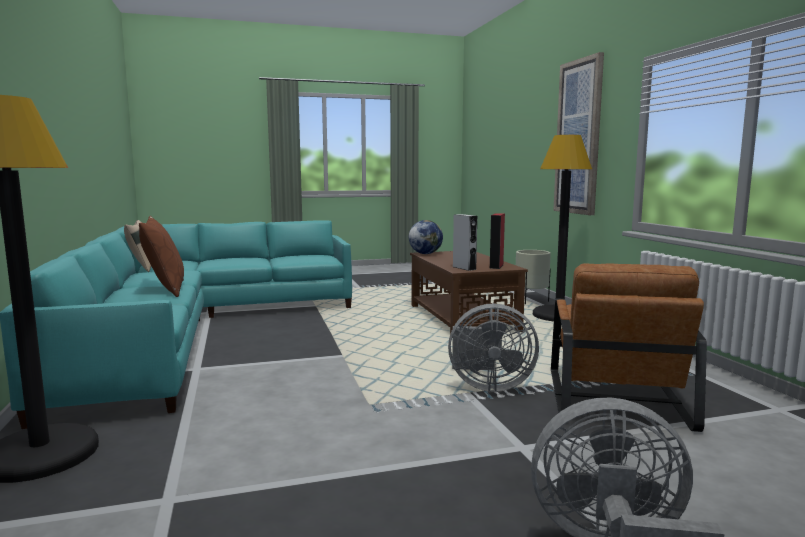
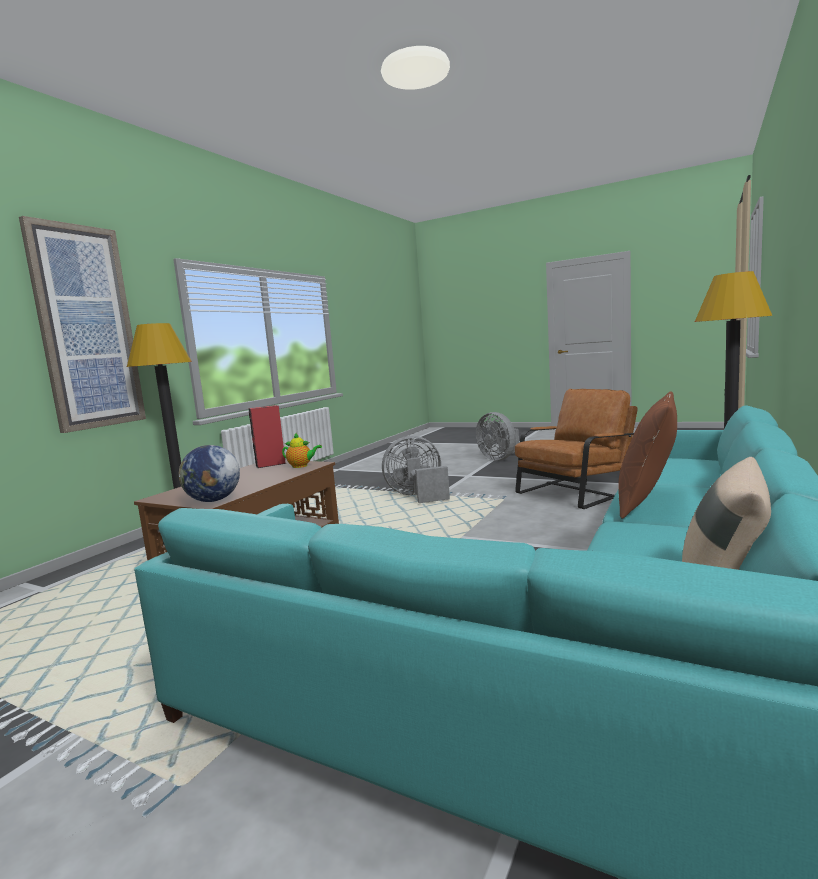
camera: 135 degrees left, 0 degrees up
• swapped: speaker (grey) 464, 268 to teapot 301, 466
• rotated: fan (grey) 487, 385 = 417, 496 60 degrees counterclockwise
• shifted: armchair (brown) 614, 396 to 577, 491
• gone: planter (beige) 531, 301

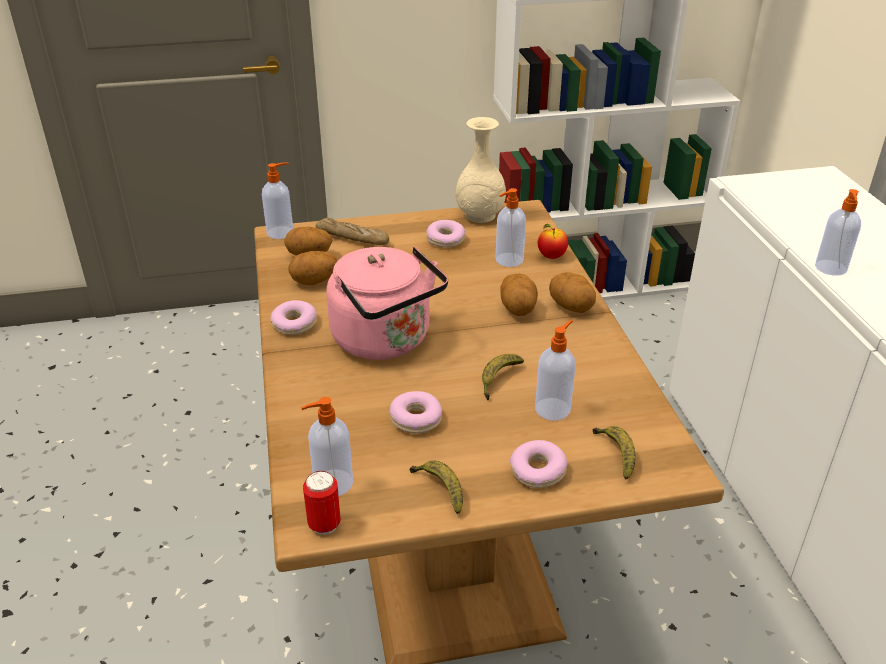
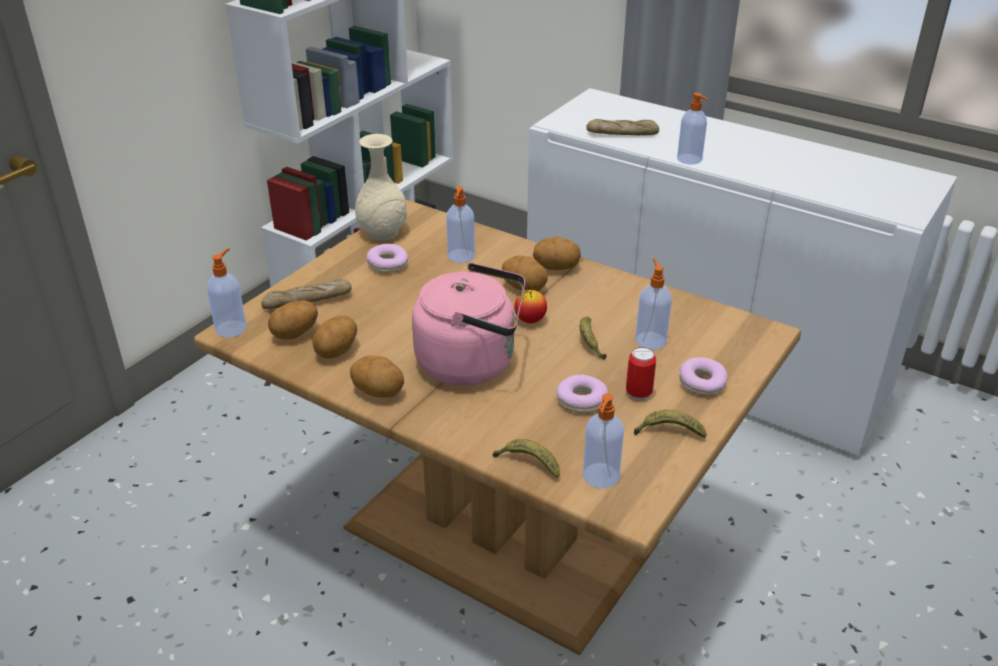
camera: 45 degrees left, 0 degrees up
• swapped: donut 294, 324 to potato 379, 392
• shifted: banana 616, 455 to 528, 463
• shifted: apple 551, 256 to 530, 320
• new: bread 622, 133
• shifted: can 324, 524 to 638, 393

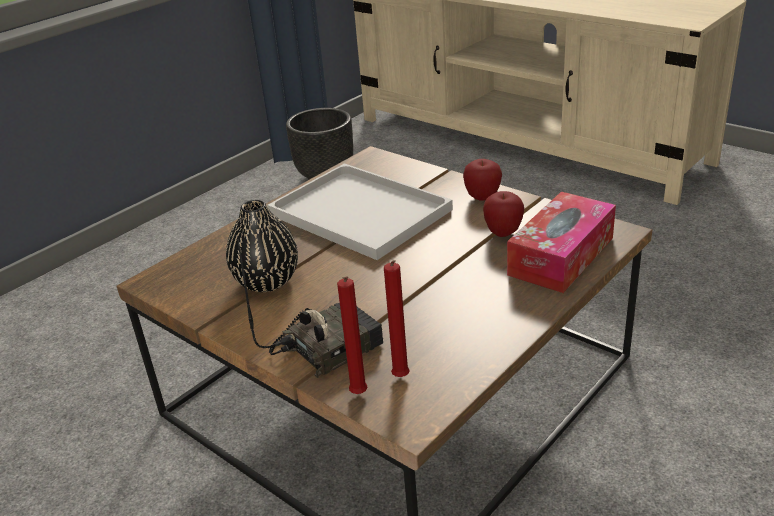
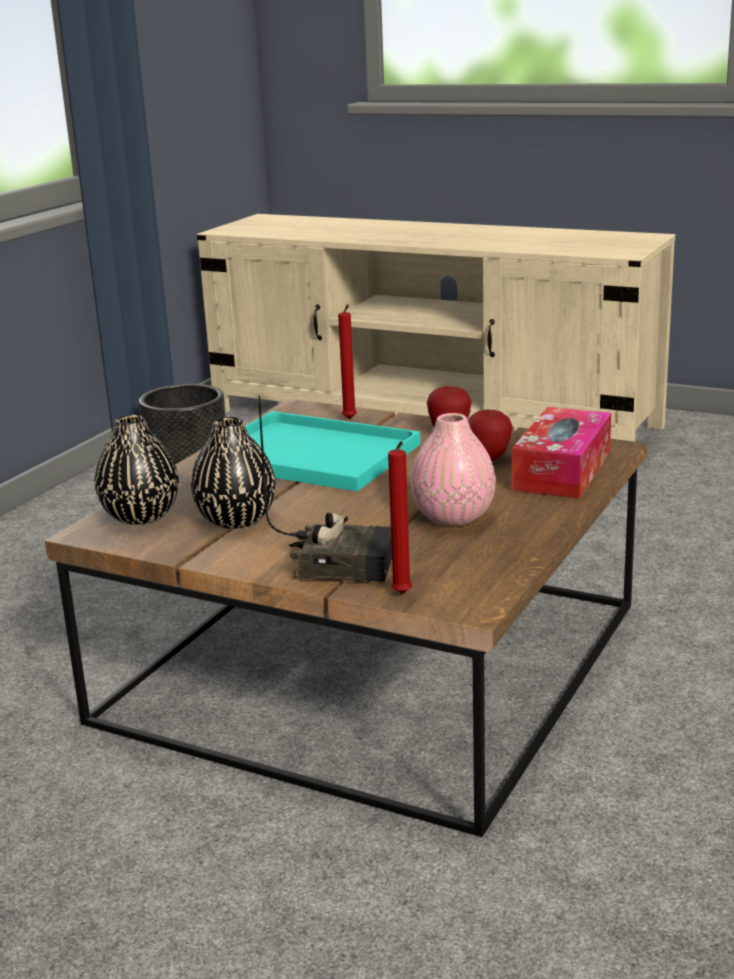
camera: 15 degrees left, 10 degrees down
• new: vase (black) 141, 516
• repainted: tray (white) 356, 212 to tray (turquoise) 307, 455
• rotated: radio 326, 346 = 342, 563 60 degrees clockwise
• shifted: candle (red) 401, 379 to 350, 420
• new: vase (pink) 453, 517

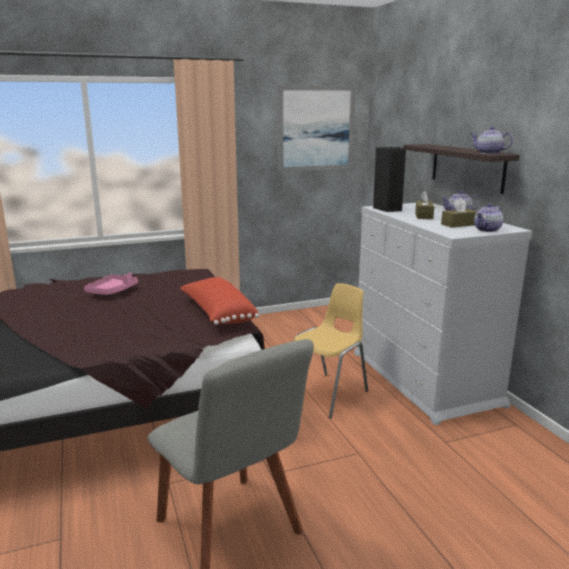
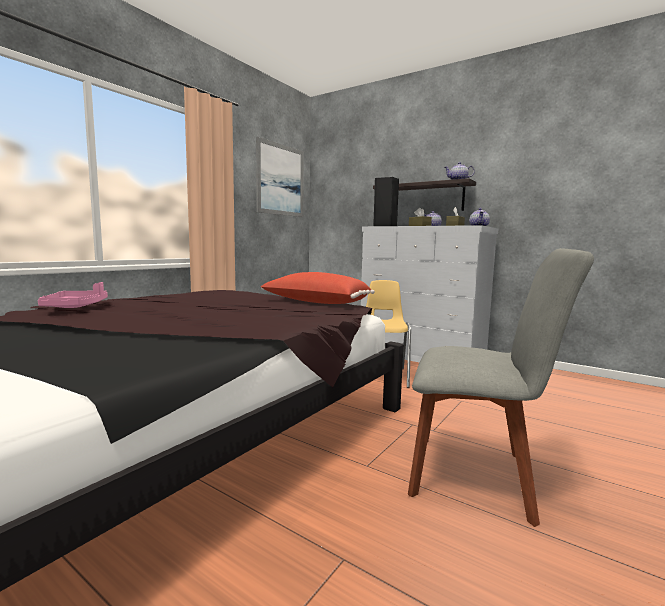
camera: 35 degrees left, 10 degrees down
• shifted: tray (pink) 112, 291 to 76, 307

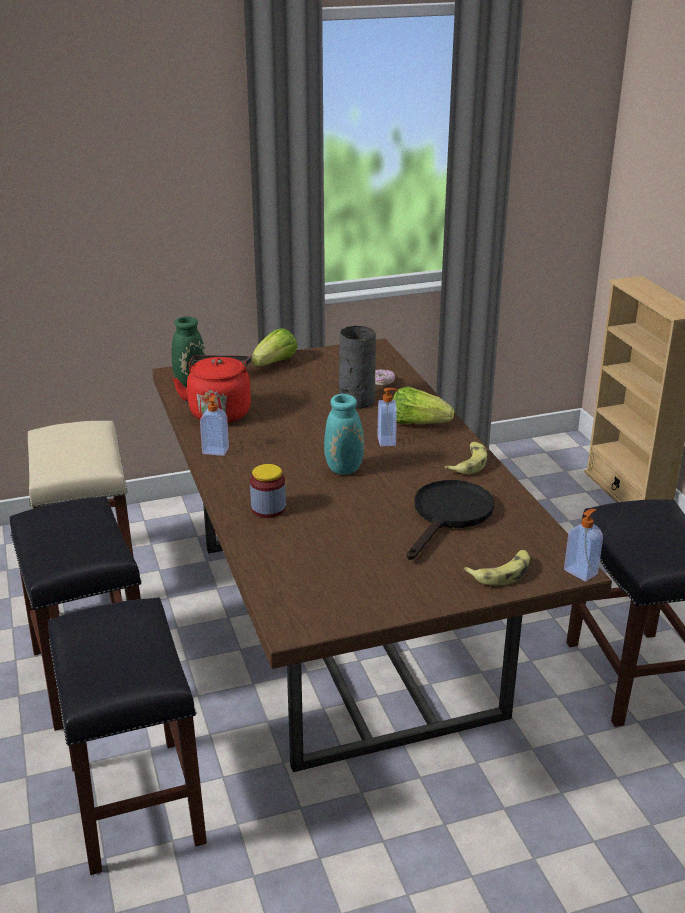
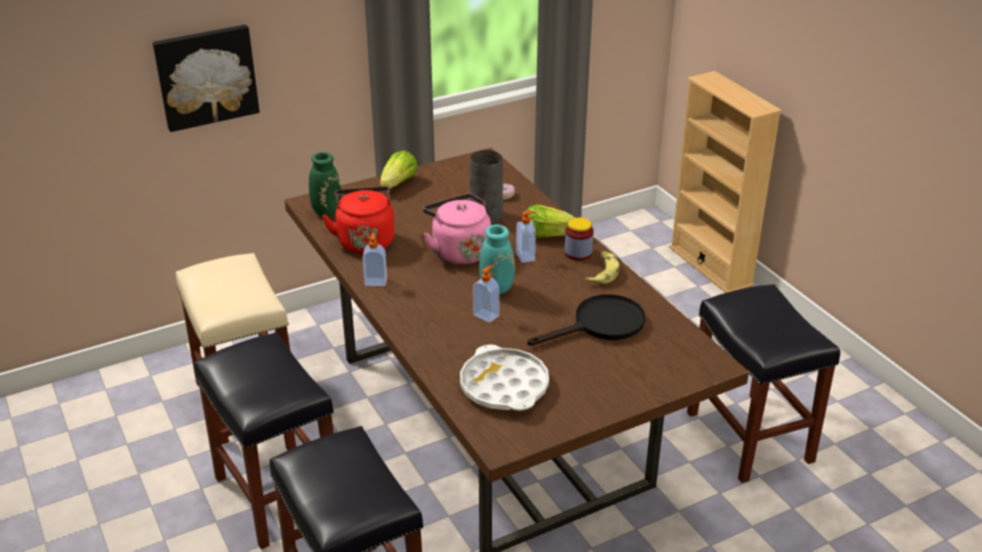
camera: 10 degrees left, 5 degrees up
• new: picture 206, 76
• new: kettle (pink) 459, 251
• new: tray (white) 504, 386
• shifted: soap dispenser 581, 572 to 486, 315
• rotated: frying pan (black) 449, 515 = 600, 325 45 degrees clockwise
• shifted: jar 268, 509 to 578, 253
• gone: banana 501, 573

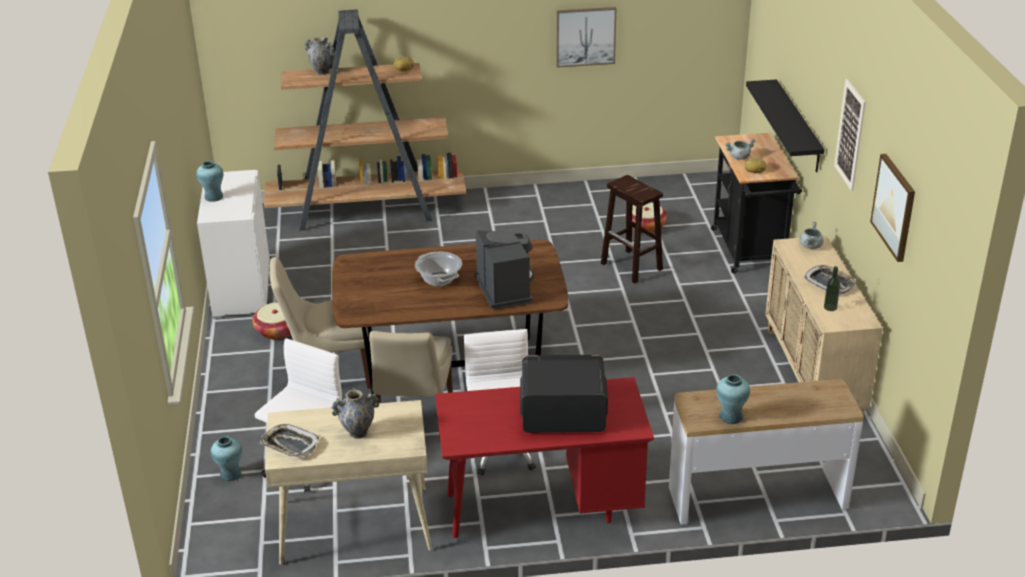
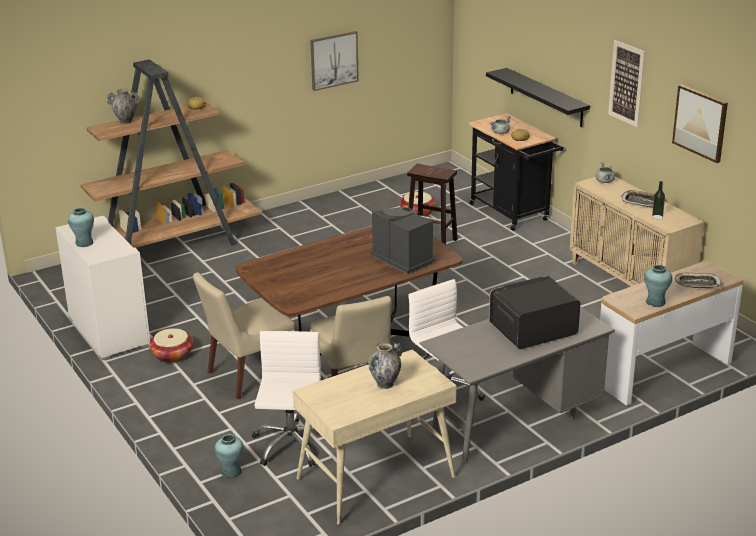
camera: 25 degrees left, 5 degrees down
• repainted: desk (red) 542, 507 to desk (grey) 513, 423
• shifted: tray 289, 444 to 697, 284
• gone: cooking pot 439, 279

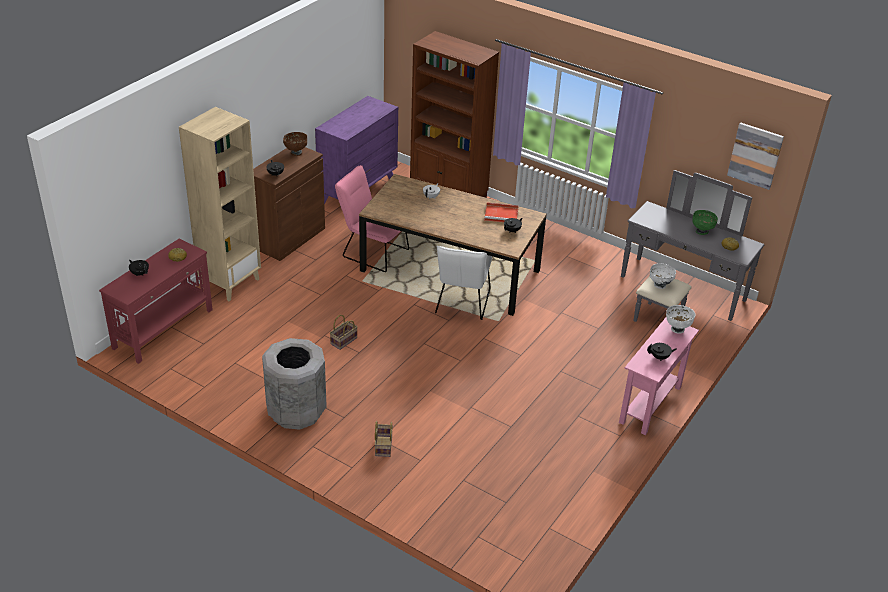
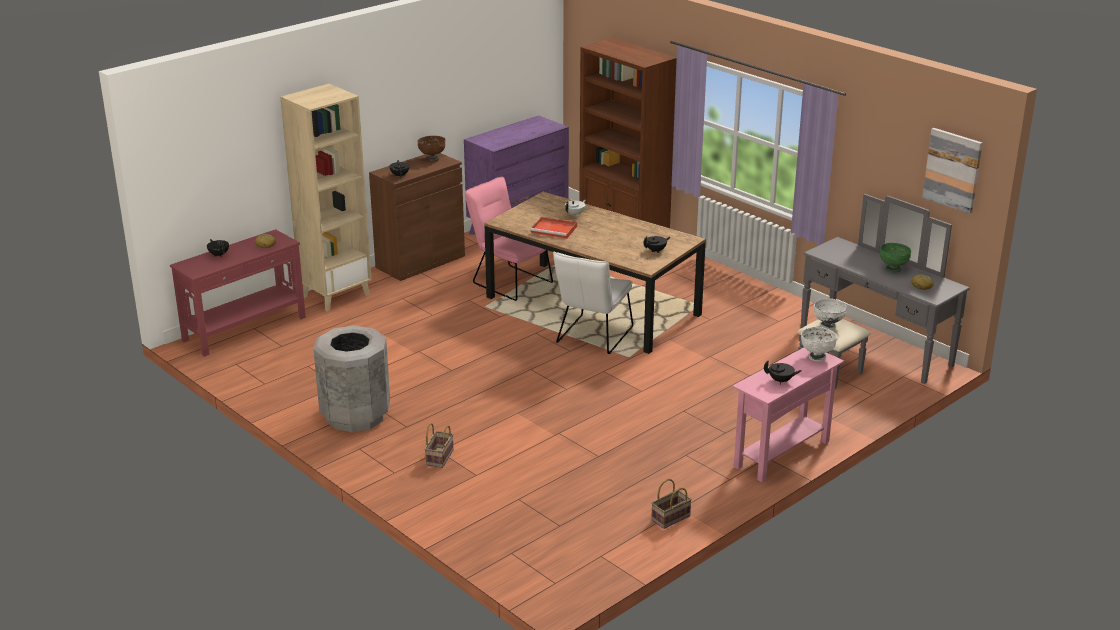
camera: 15 degrees right, 10 degrees down
• shifted: tray (red) 502, 214 to 555, 230
• shifted: basket 343, 341 to 670, 519

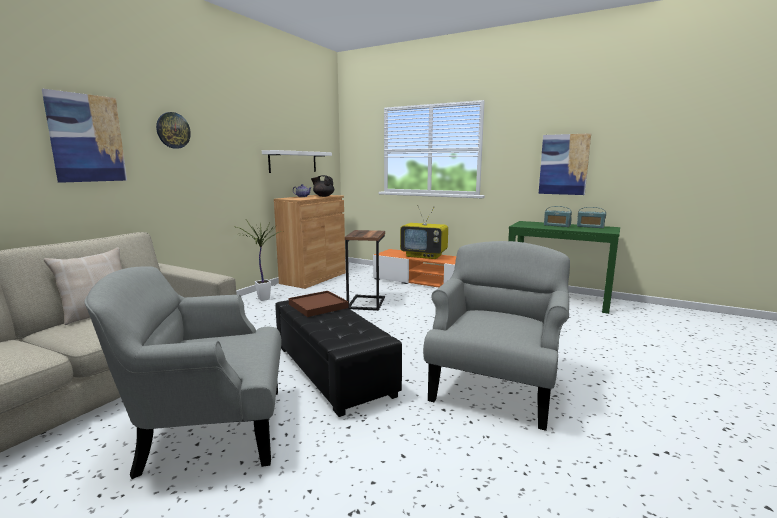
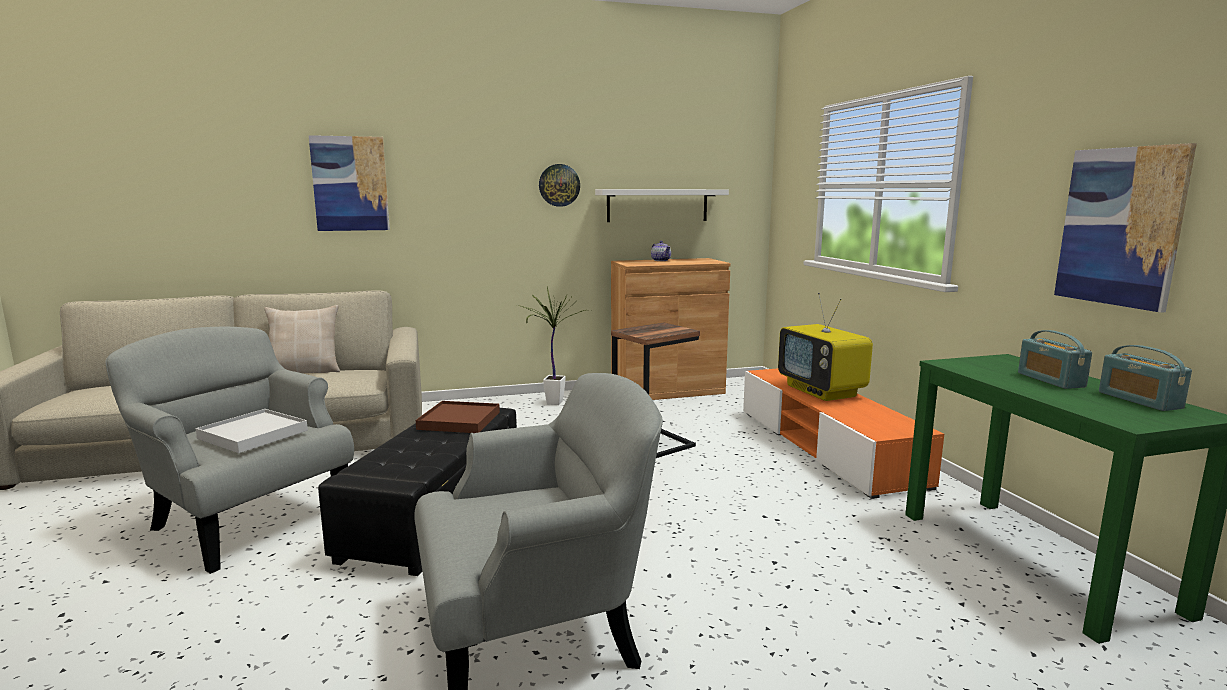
camera: 45 degrees right, 0 degrees up
• new: tray (white) 253, 434
• shifted: wall clock 173, 130 to 559, 185
• gone: teapot (black) 323, 196

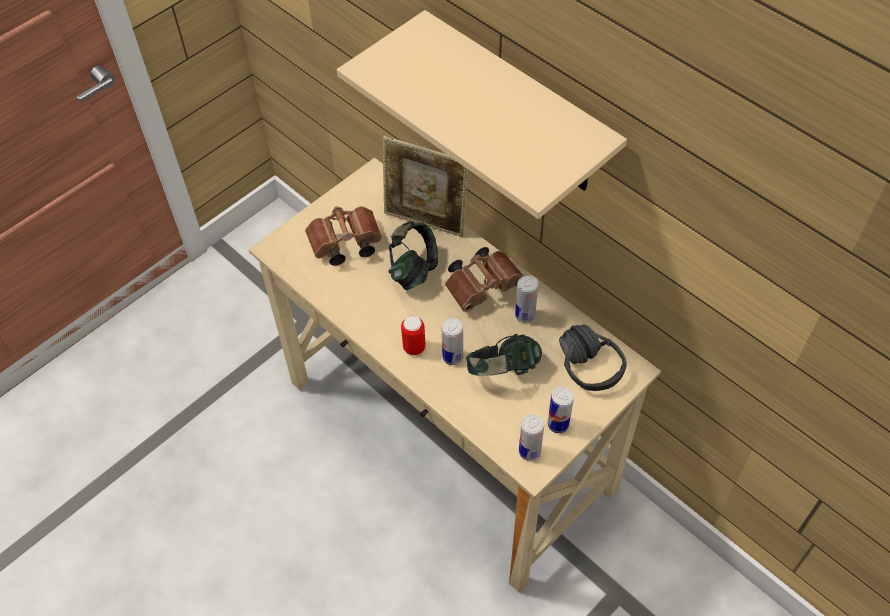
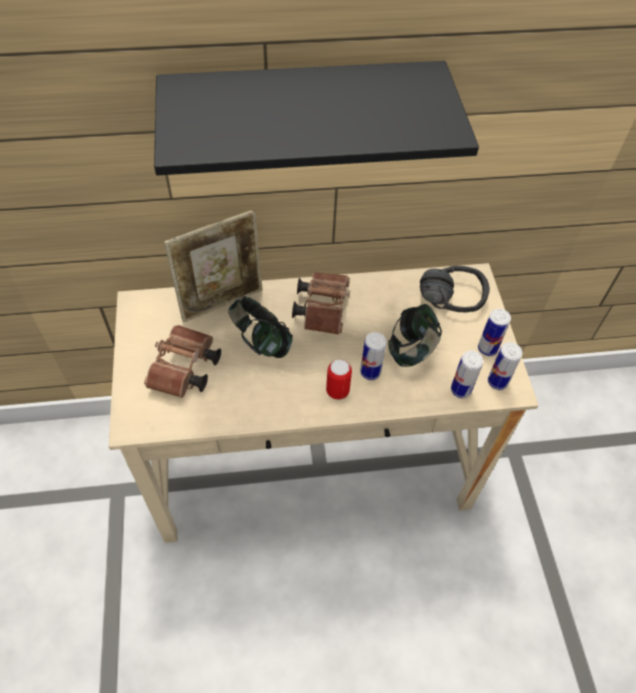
camera: 55 degrees left, 0 degrees up
• repainted: shelf (beige) 518, 107 to shelf (black) 303, 113
• shifted: can 525, 315 to 460, 390

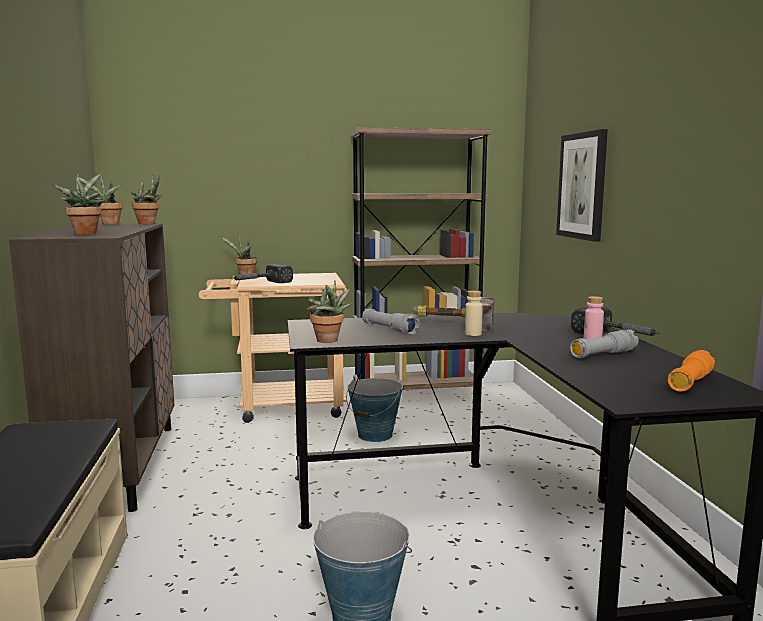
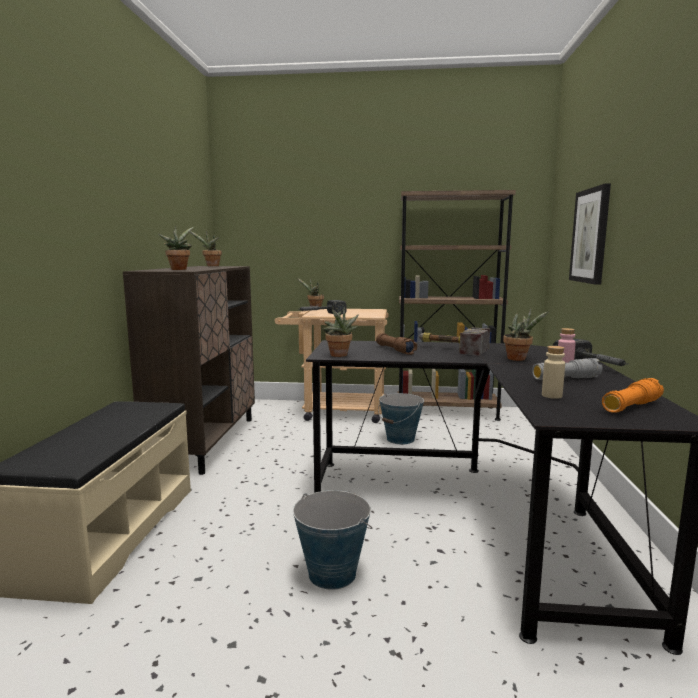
camera: 15 degrees right, 0 degrees up
• repainted: flashlight (grey) 389, 329 to flashlight (brown) 395, 350
• shifted: potted plant 149, 224 to 519, 359
• shifted: bottle (beige) 473, 334 to 551, 396

